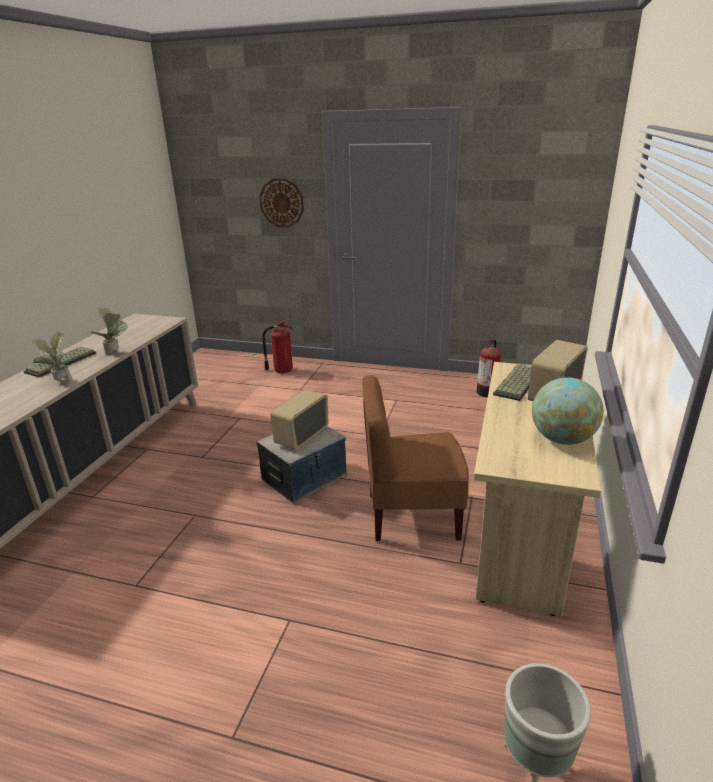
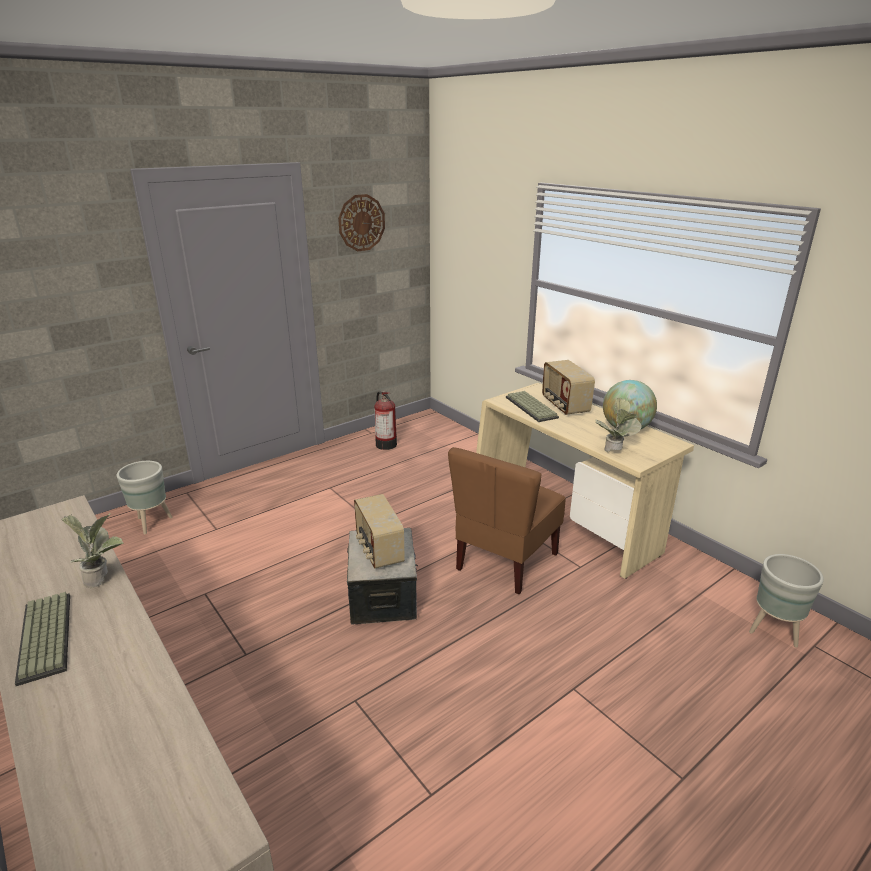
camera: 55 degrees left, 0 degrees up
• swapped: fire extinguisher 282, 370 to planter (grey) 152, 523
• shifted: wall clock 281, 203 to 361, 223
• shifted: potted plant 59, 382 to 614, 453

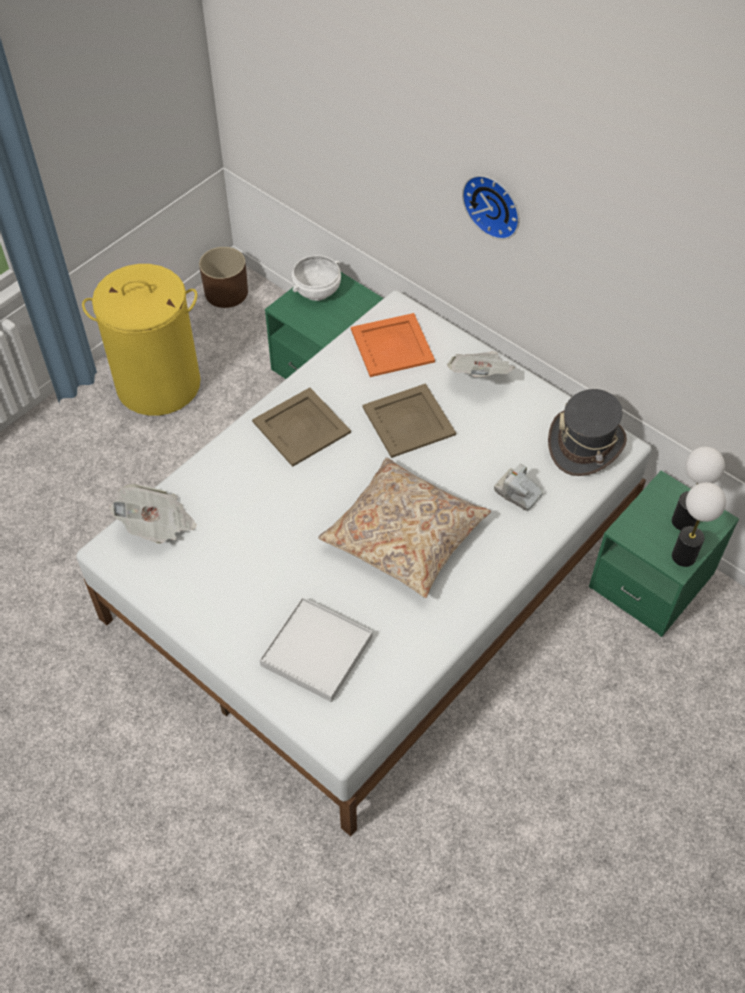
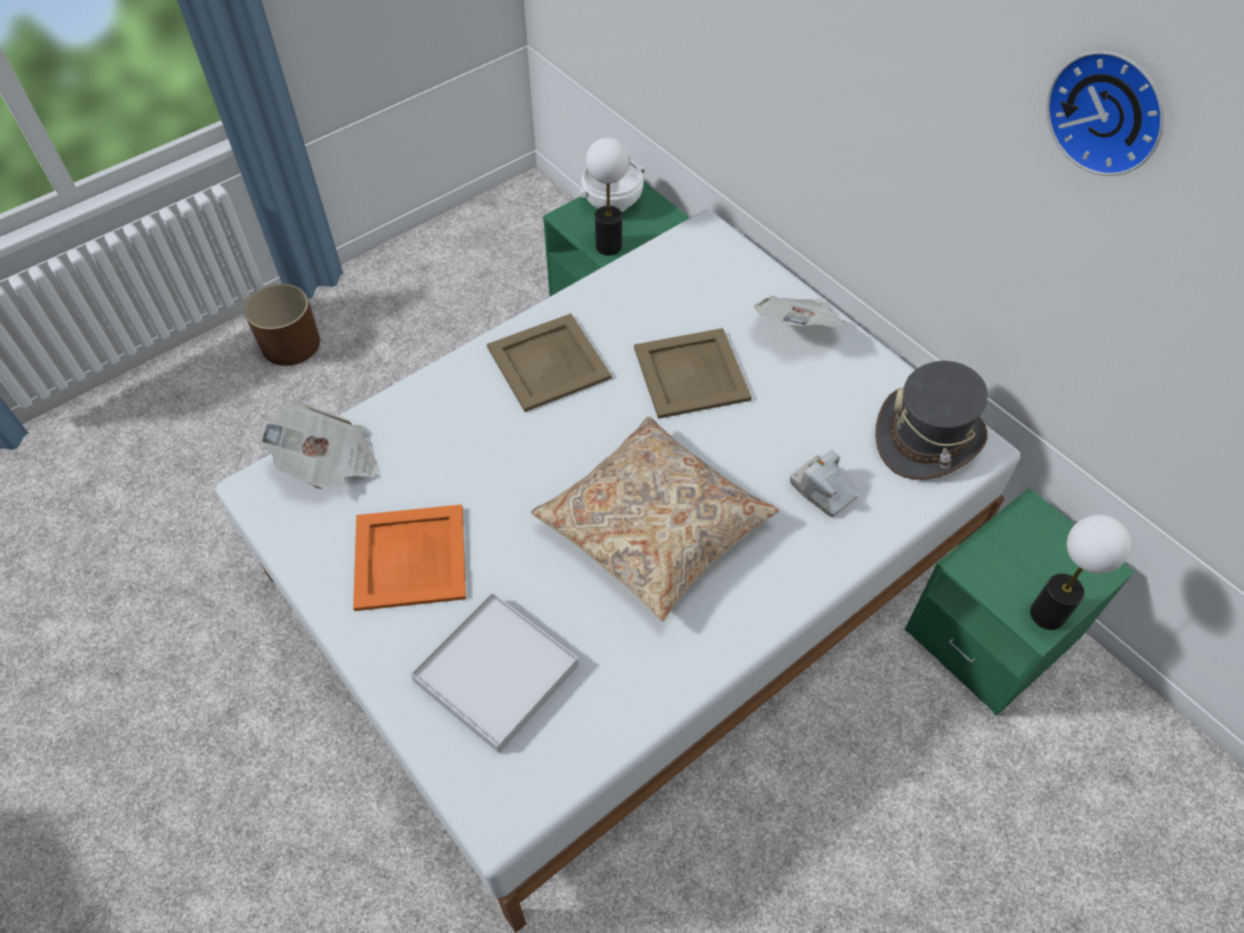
camera: 10 degrees right, 0 degrees up
• shifted: planter (brown) 226, 292 to 291, 344
• shifted: tray (orange) 393, 346 to 411, 558
• shifted: table lamp 683, 521 to 608, 246
• shifted: wall clock 494, 204 to 1109, 110
• gone: laundry basket (yellow) 159, 384

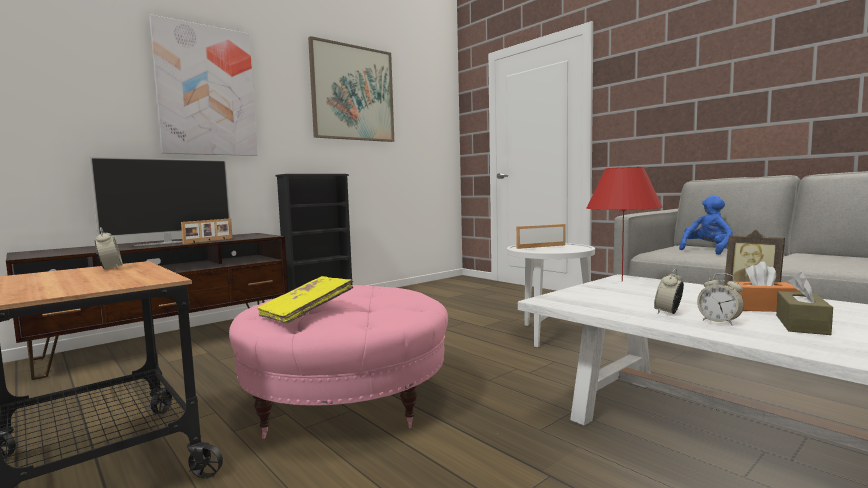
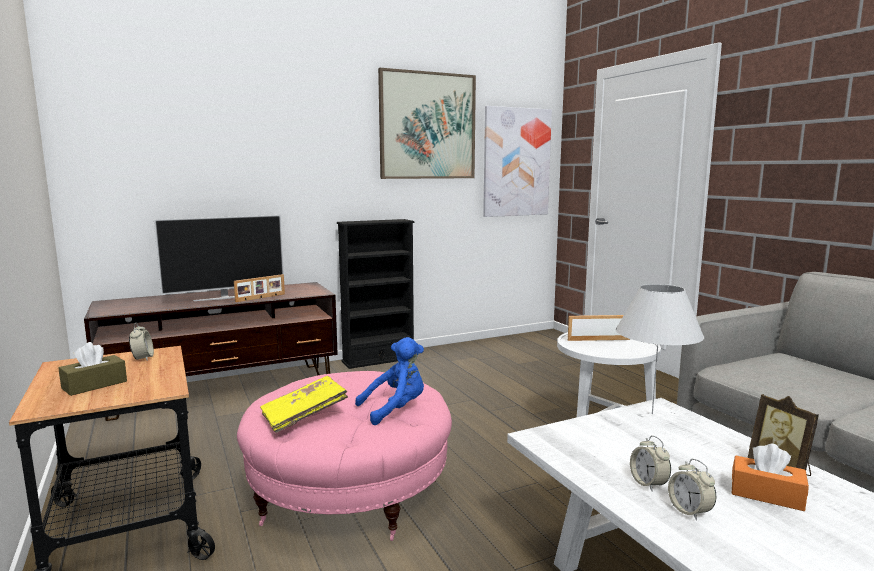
camera: 15 degrees right, 5 degrees up
• shifted: tissue box (brown) 801, 325 to 94, 385
• shifted: plush toy (blue) 707, 250 to 395, 409
• shifted: picture 206, 91 to 516, 162
• repainted: table lamp (red) 622, 281 to table lamp (white) 652, 414
• rotated: alarm clock 668, 312 = 648, 483 75 degrees counterclockwise

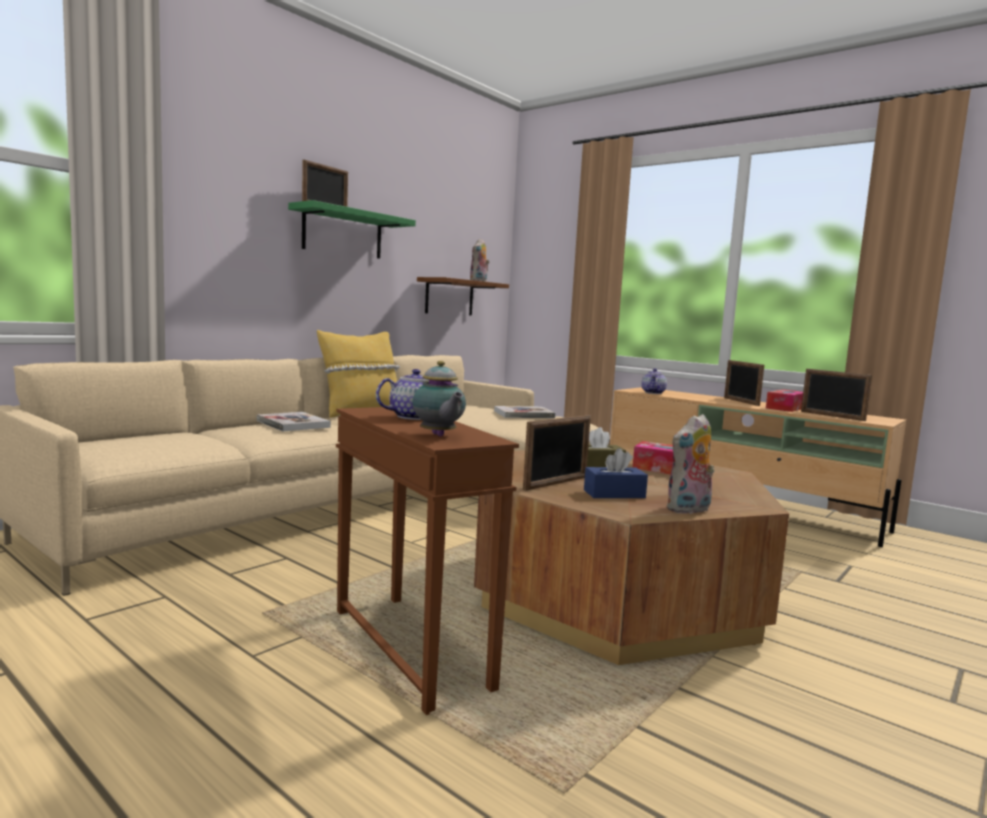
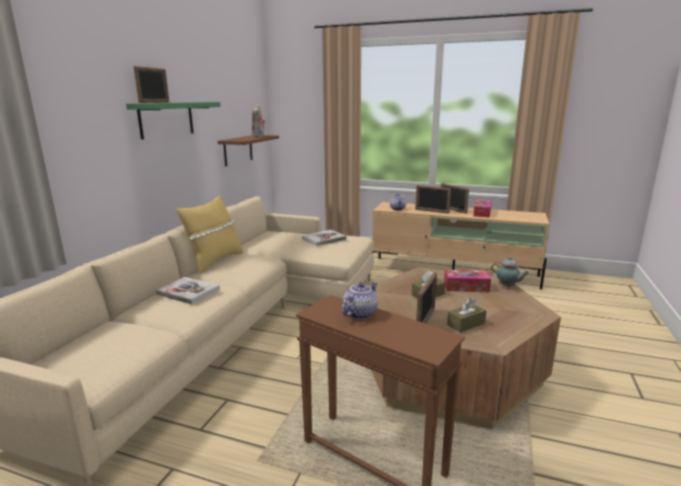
camera: 20 degrees left, 10 degrees up
• shifted: picture frame 832, 416 to 431, 211
• repainted: tissue box (blue) 614, 494 to tissue box (brown) 466, 324
• shifted: teapot 438, 435 to 507, 287
• gone: plush toy 689, 510

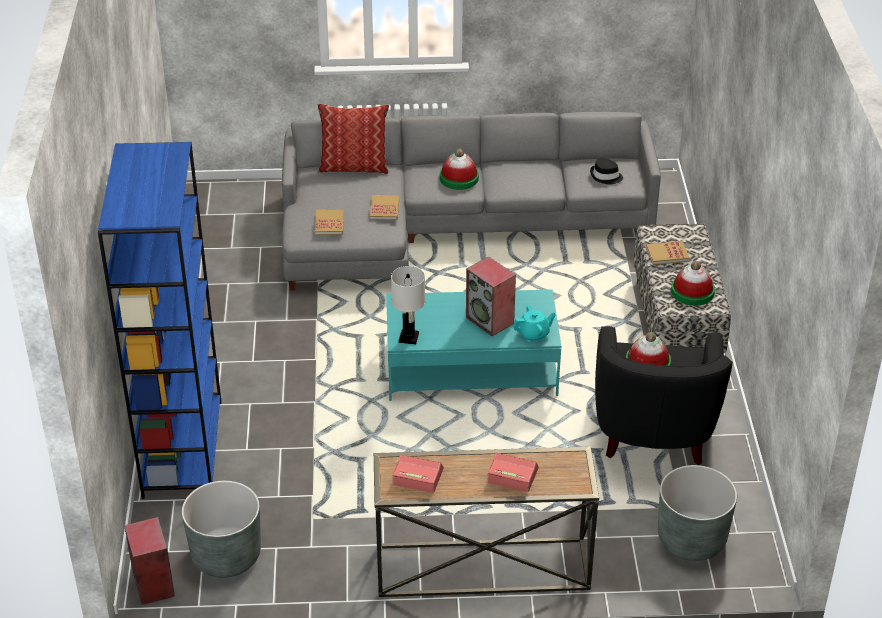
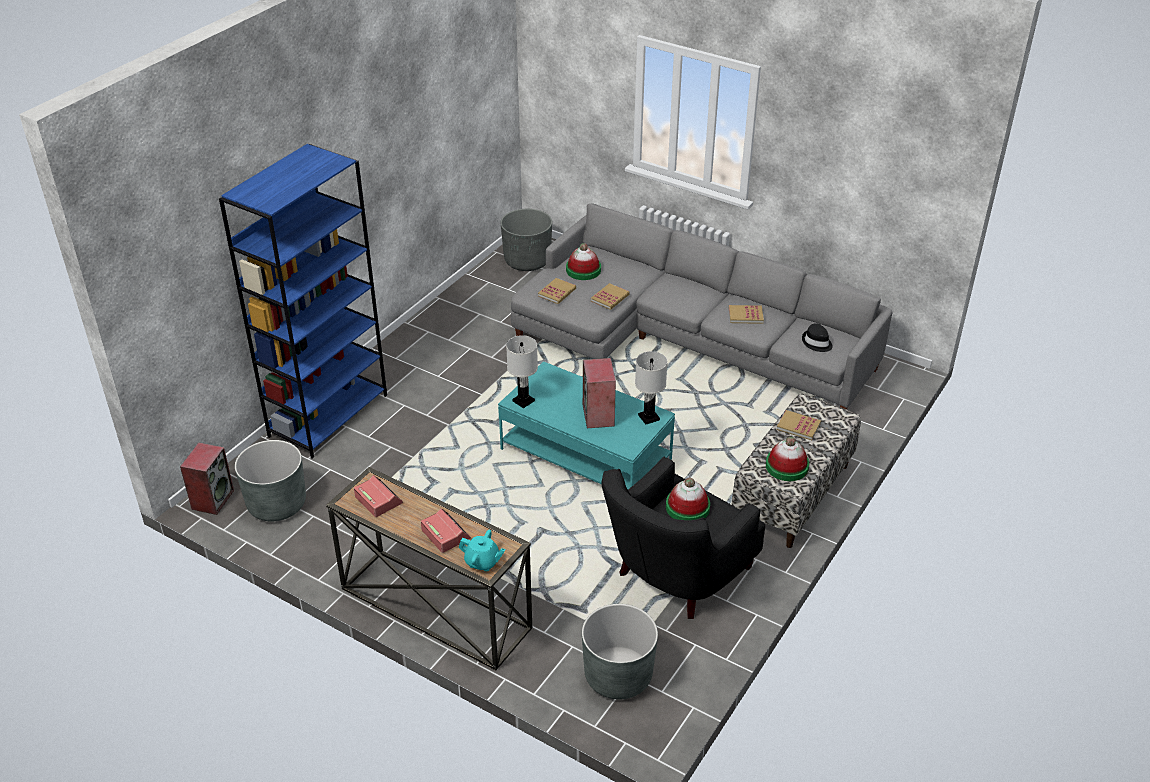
camera: 35 degrees right, 0 degrees up
• shifted: teapot (turquoise) 534, 334 to 482, 562
• new: planter (grey) 527, 261
• shifted: hat 459, 178 to 583, 270
• new: table lamp (white) 649, 417
• new: book 745, 315
• gone: pillow 354, 166

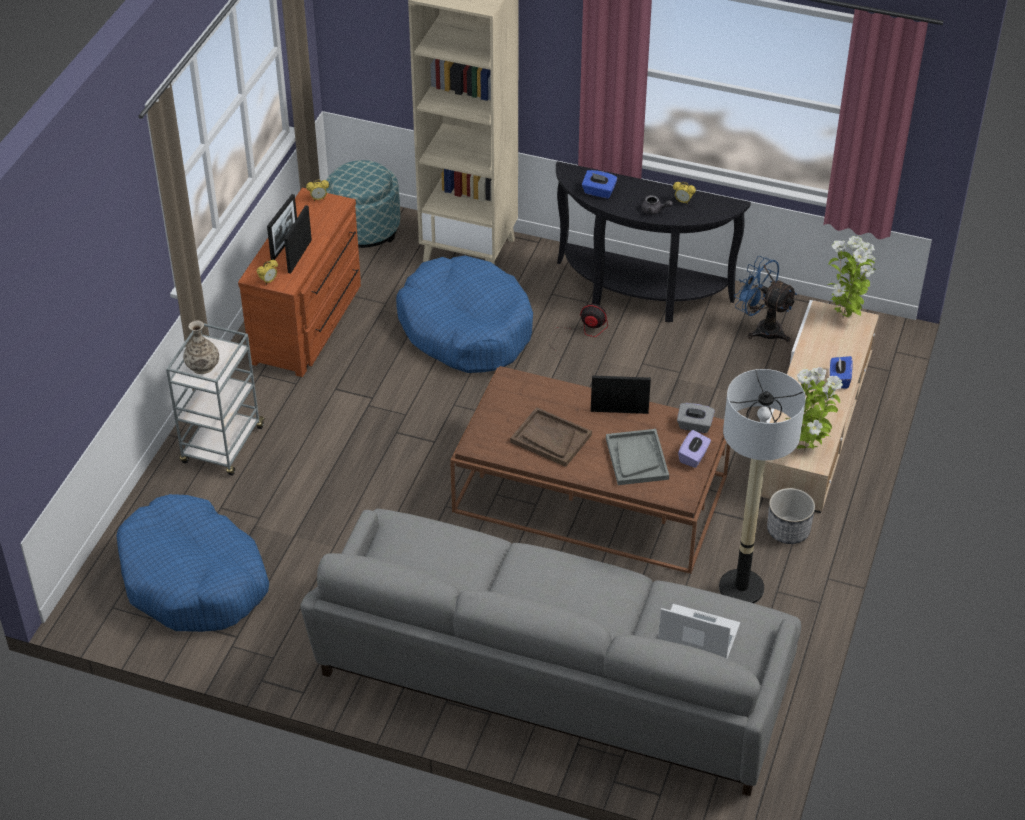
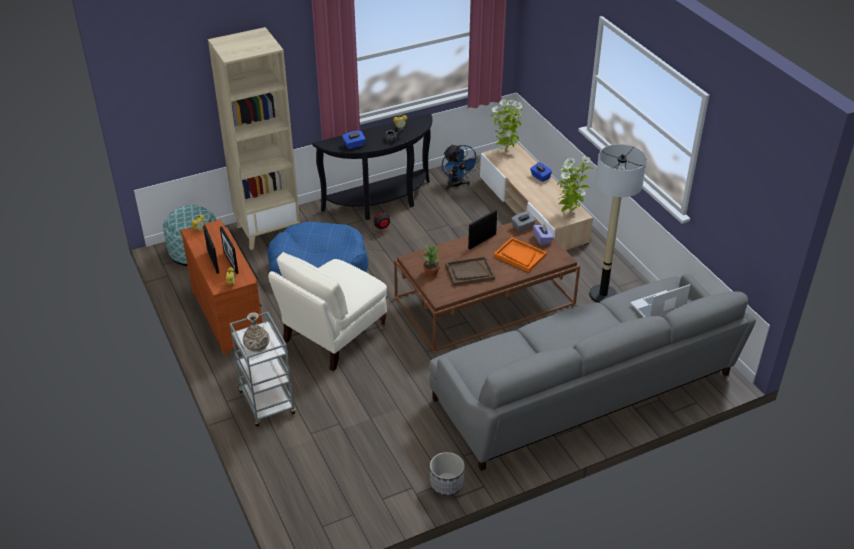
camera: 45 degrees left, 5 degrees down
• new: armchair (beige) 332, 335
• new: potted plant 431, 272
• shifted: planter 788, 530 to 446, 484
• rotated: fan (blue) 762, 328 = 457, 185 105 degrees counterclockwise
• repainted: tray (grey) 636, 458 to tray (orange) 519, 256
• gone: dog bed (blue) 194, 579

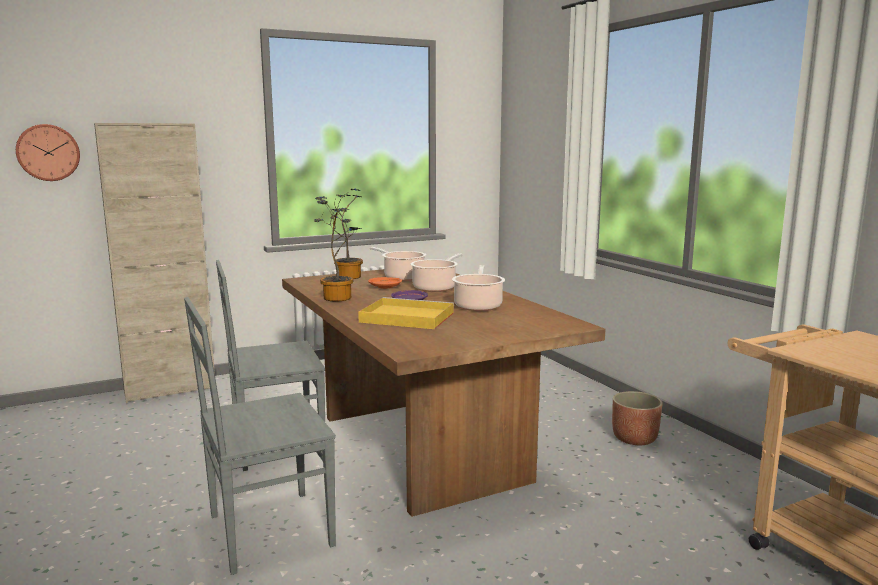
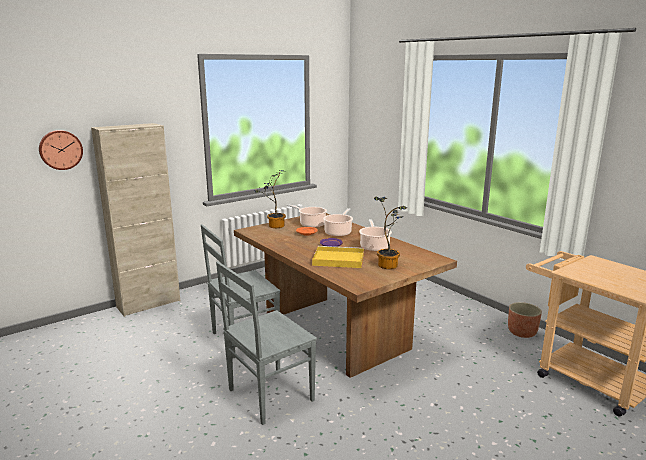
camera: 10 degrees left, 5 degrees up
• shifted: potted plant 341, 297 to 389, 264
• shifted: planter 635, 439 to 522, 332

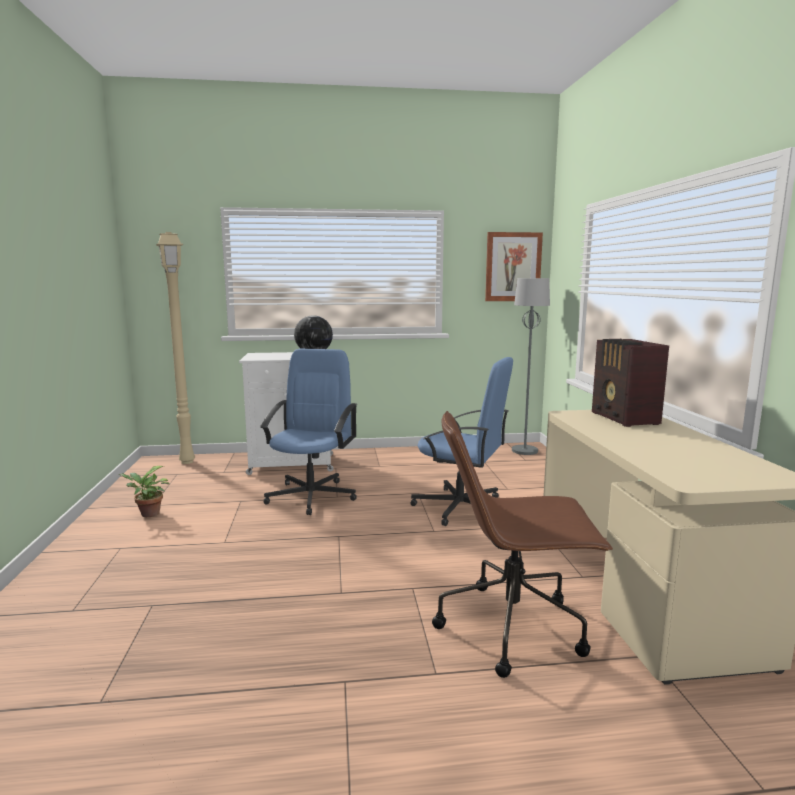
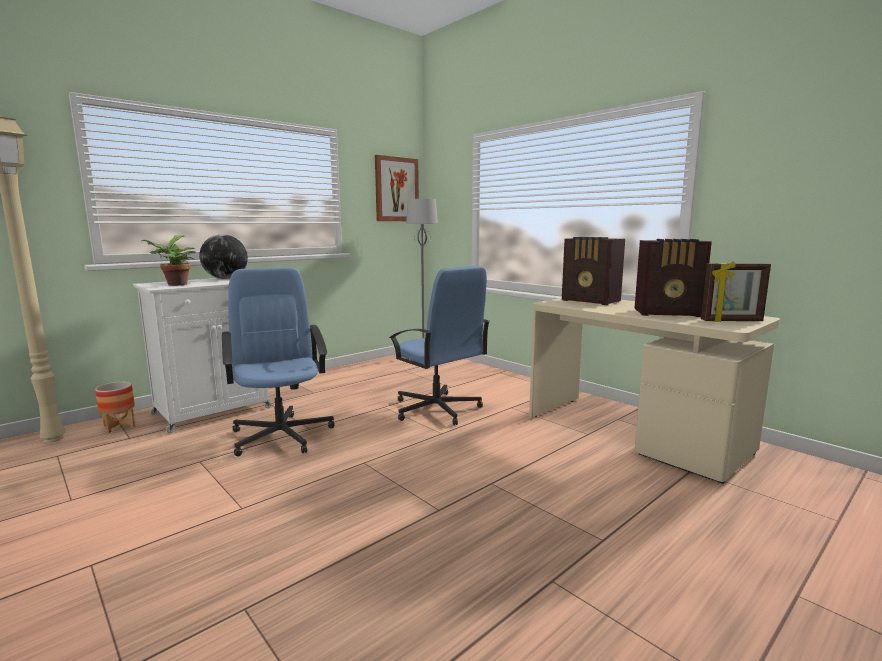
camera: 35 degrees left, 0 degrees up
• new: planter 119, 426
• shifted: potted plant 147, 514 to 175, 285
• rotated: office chair (blue) 461, 507 = 437, 409 60 degrees clockwise
• new: radio 669, 313
• new: picture frame 732, 321
• gone: office chair (brown) 513, 627

